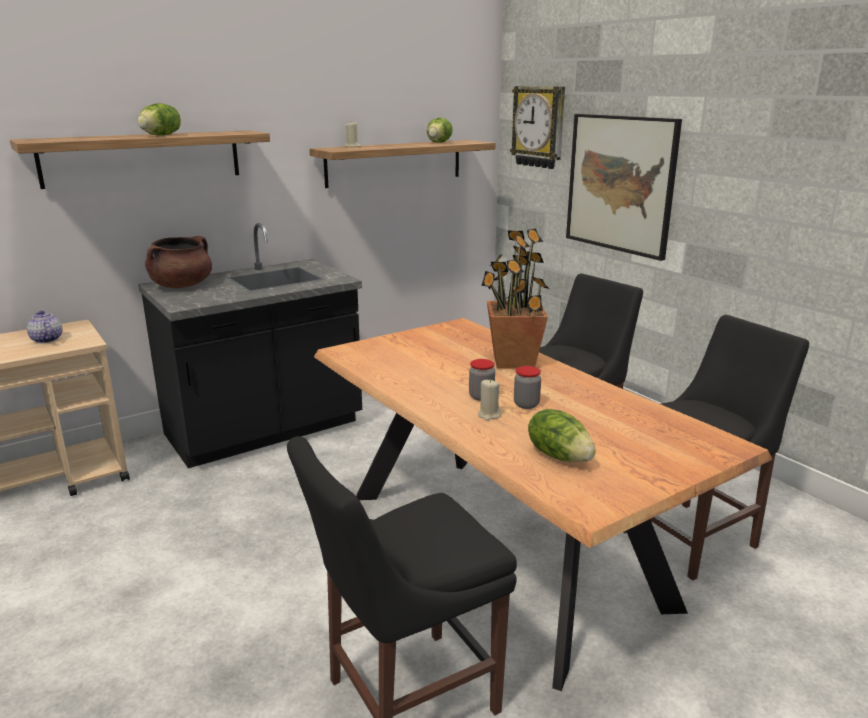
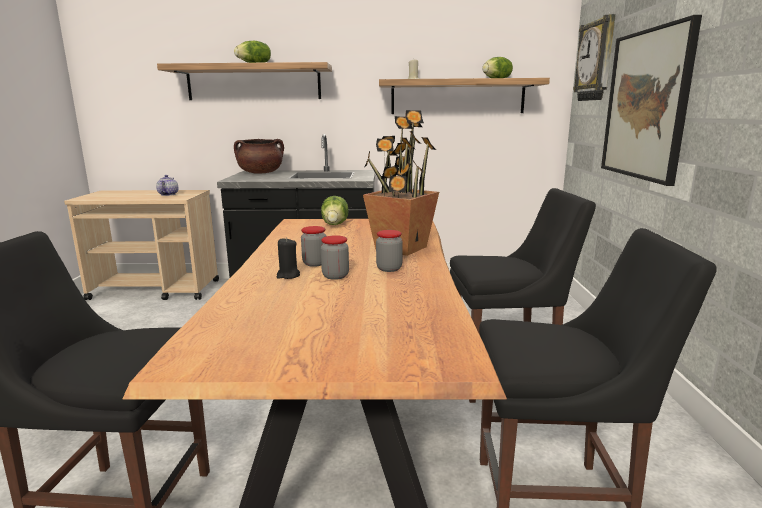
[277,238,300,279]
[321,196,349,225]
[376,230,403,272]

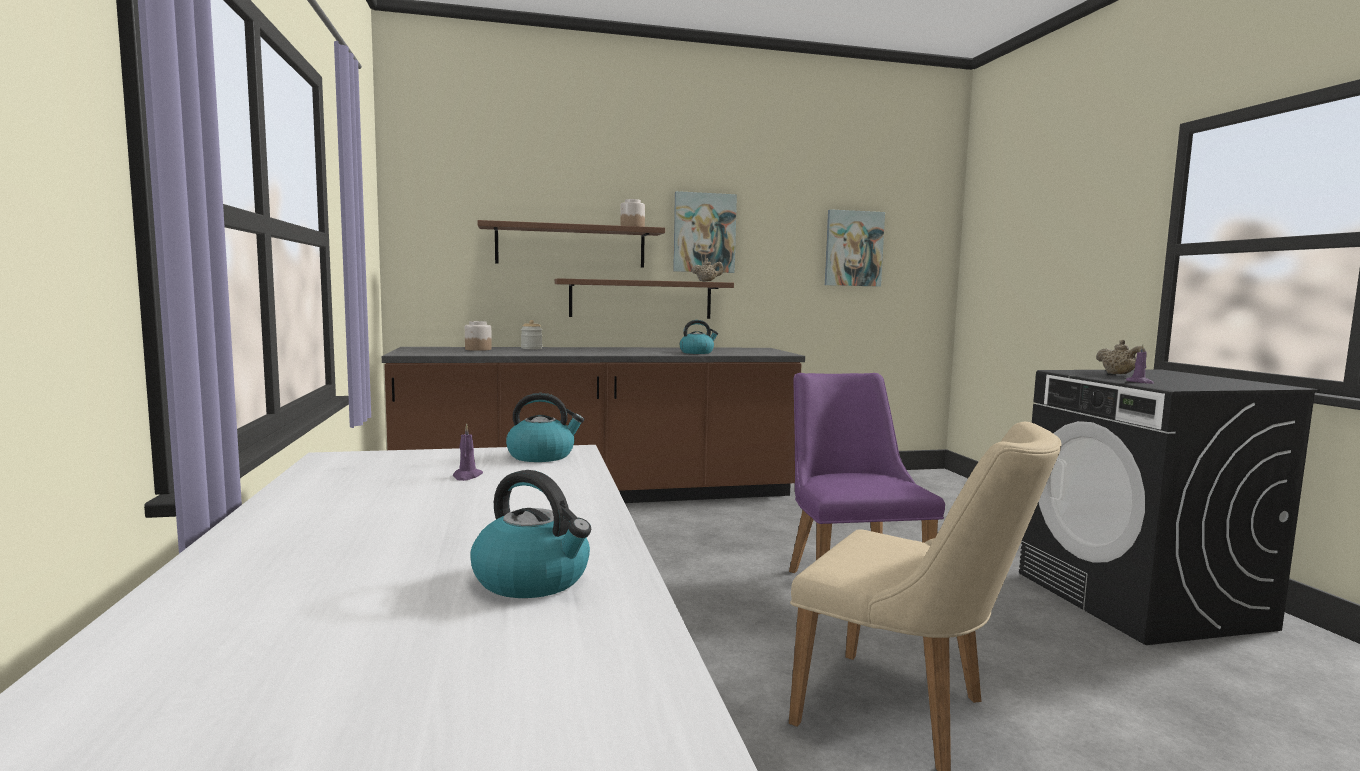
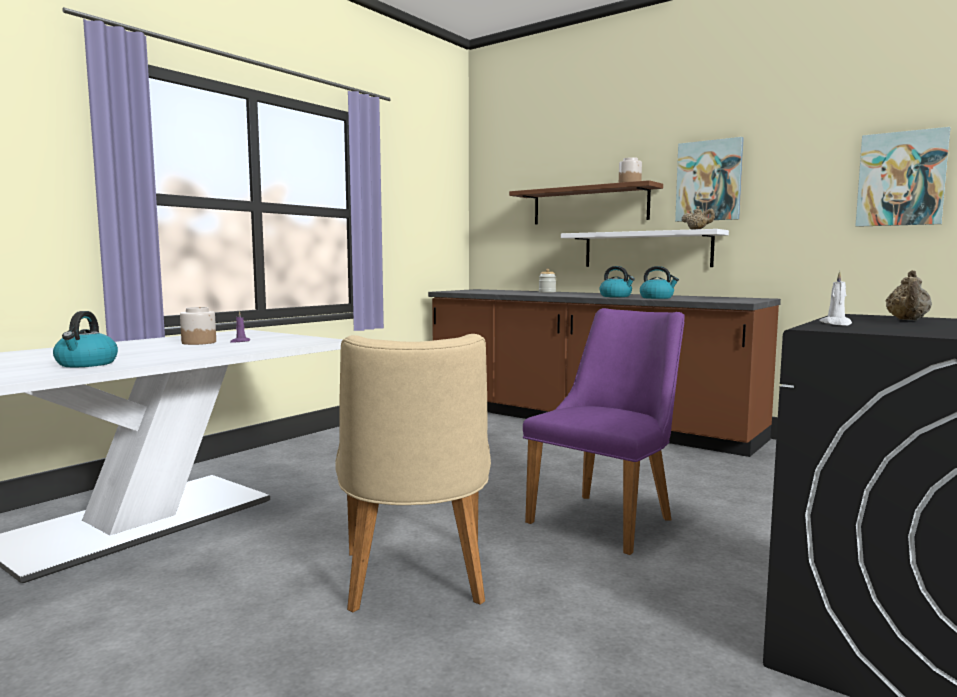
[180,307,216,345]
[561,229,729,267]
[600,266,635,297]
[820,271,852,326]

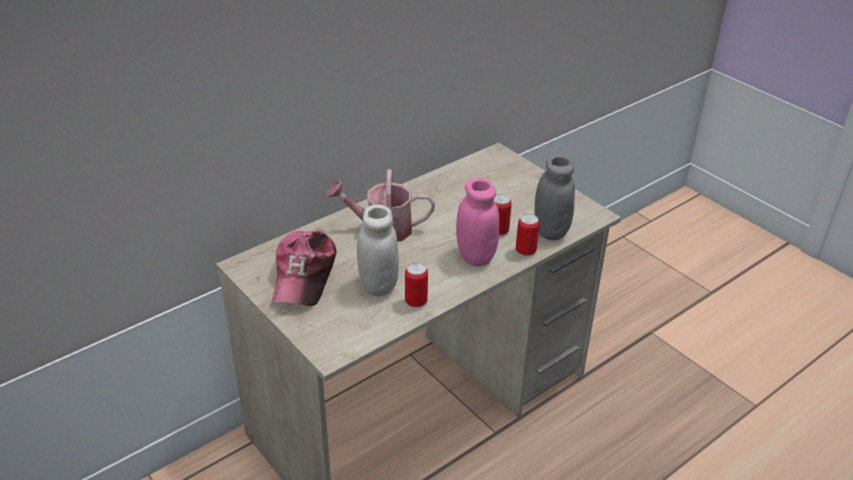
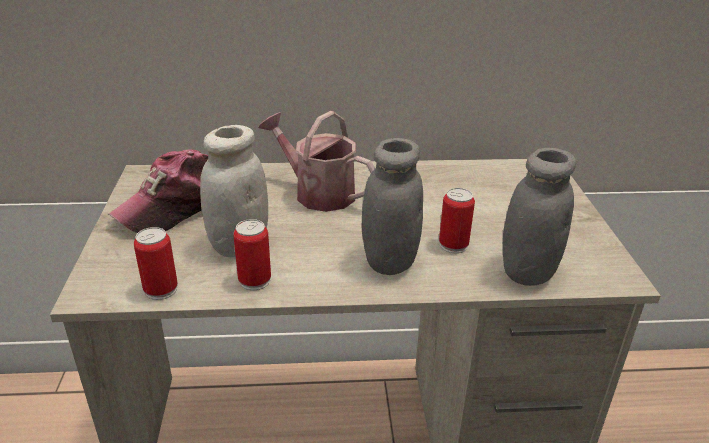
[134,227,178,300]
[362,138,423,275]

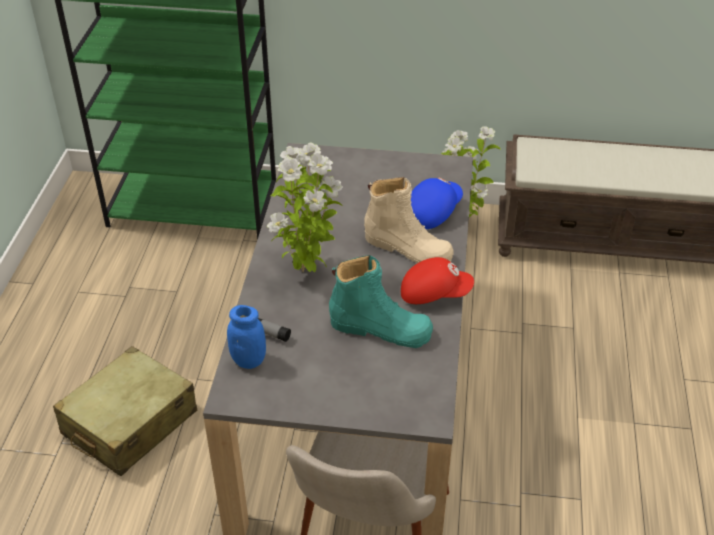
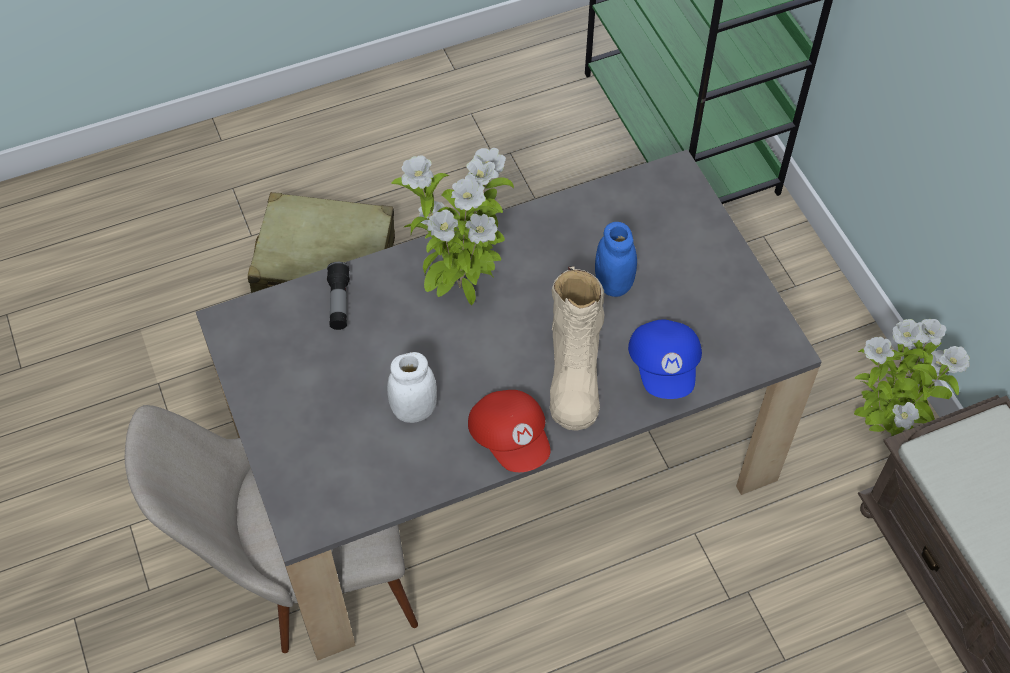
[387,352,437,423]
[595,222,637,297]
[628,320,702,399]

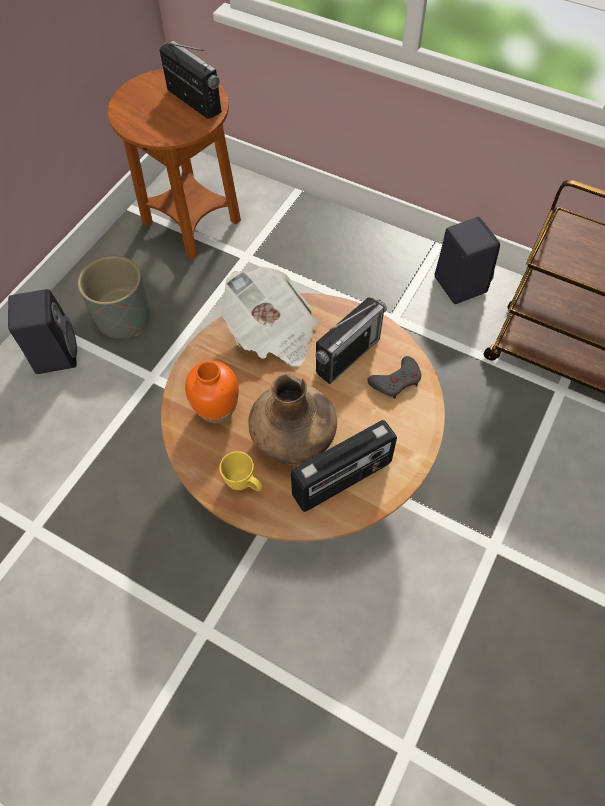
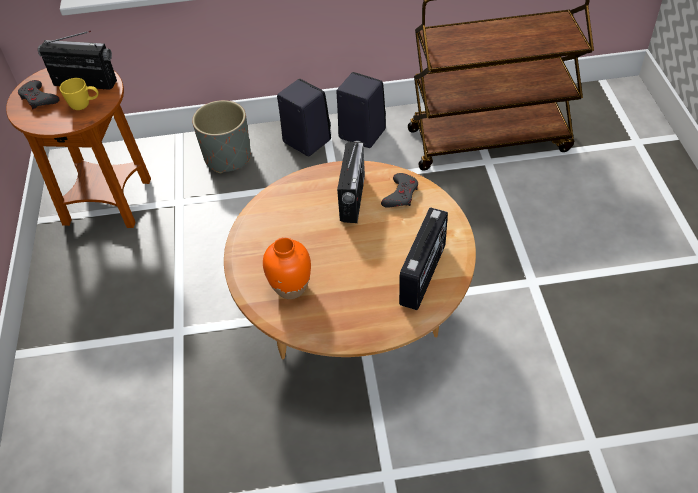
[18,80,60,109]
[60,78,98,110]
[192,100,251,173]
[277,79,331,157]
[220,267,318,367] (first image)
[249,373,337,465] (first image)

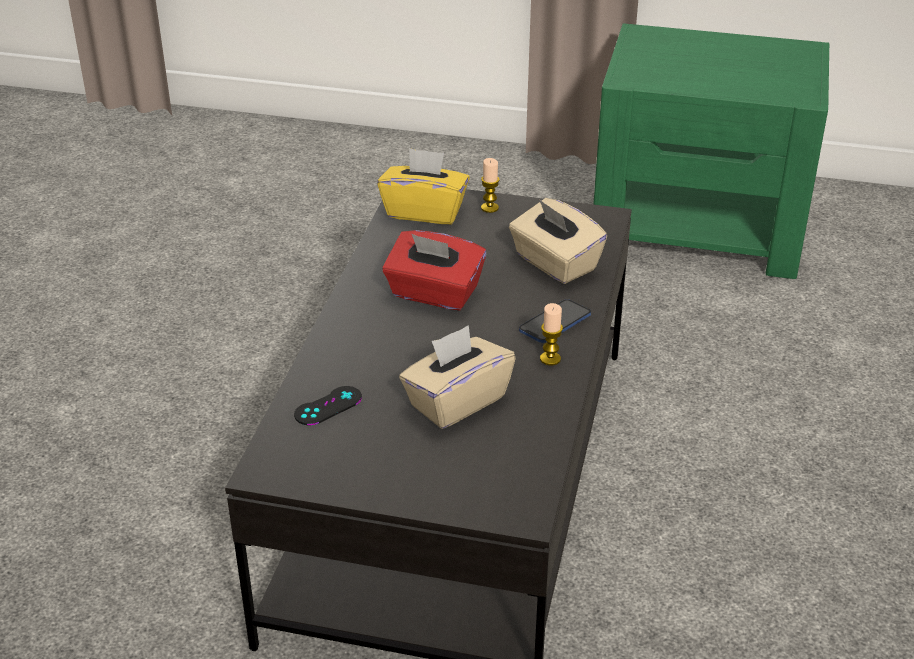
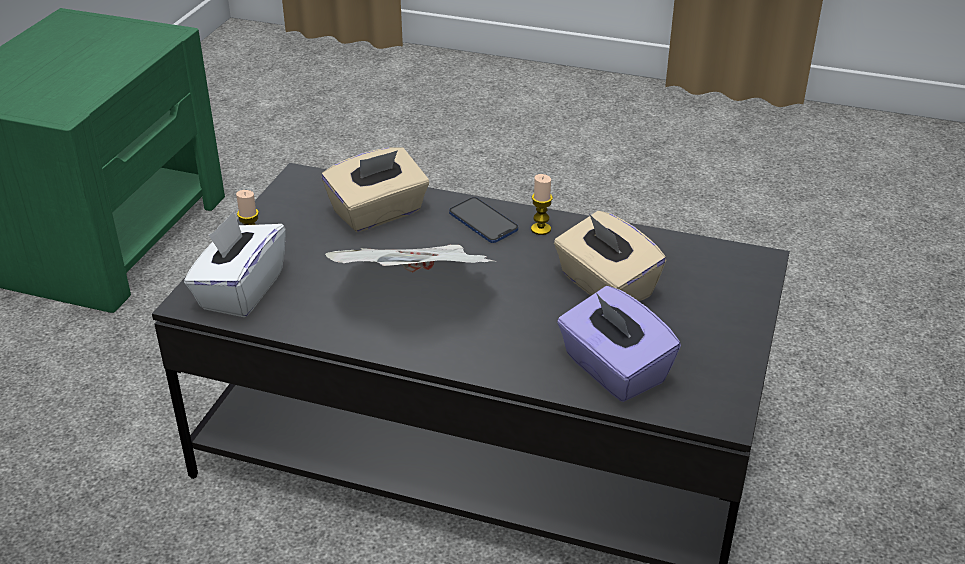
[184,212,286,317]
[325,245,494,272]
[557,286,681,402]

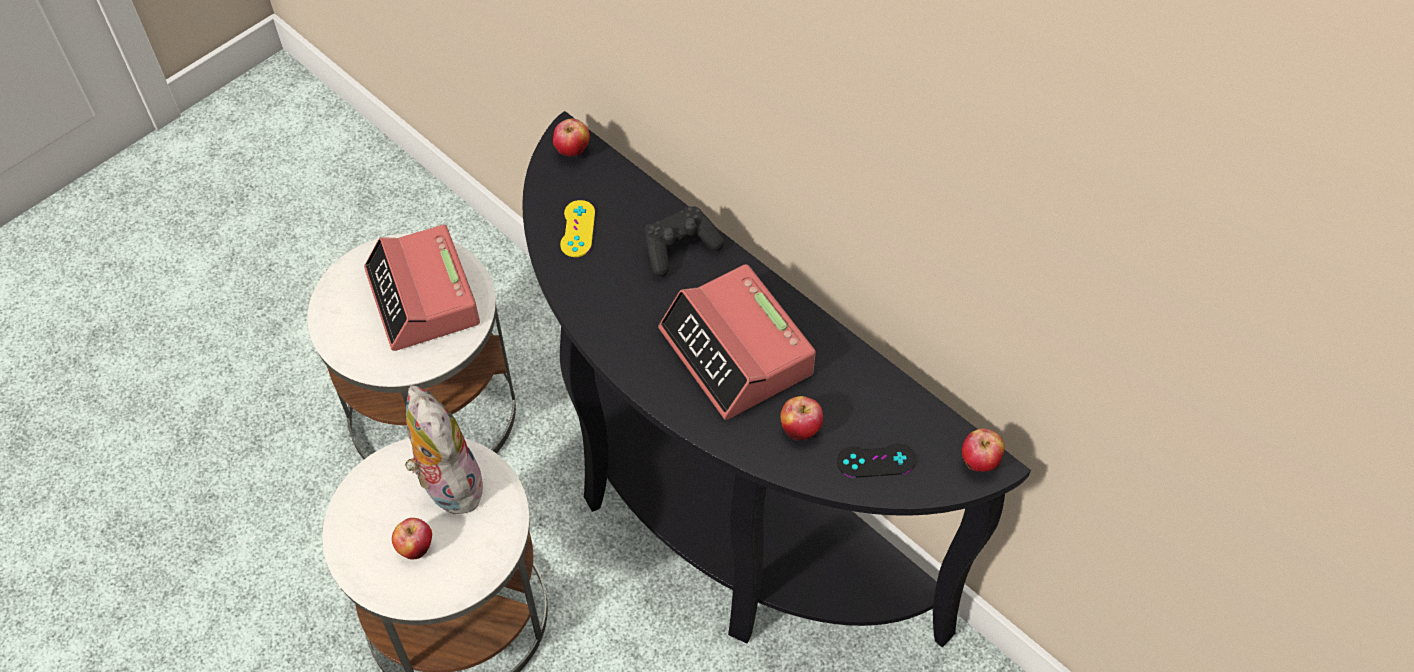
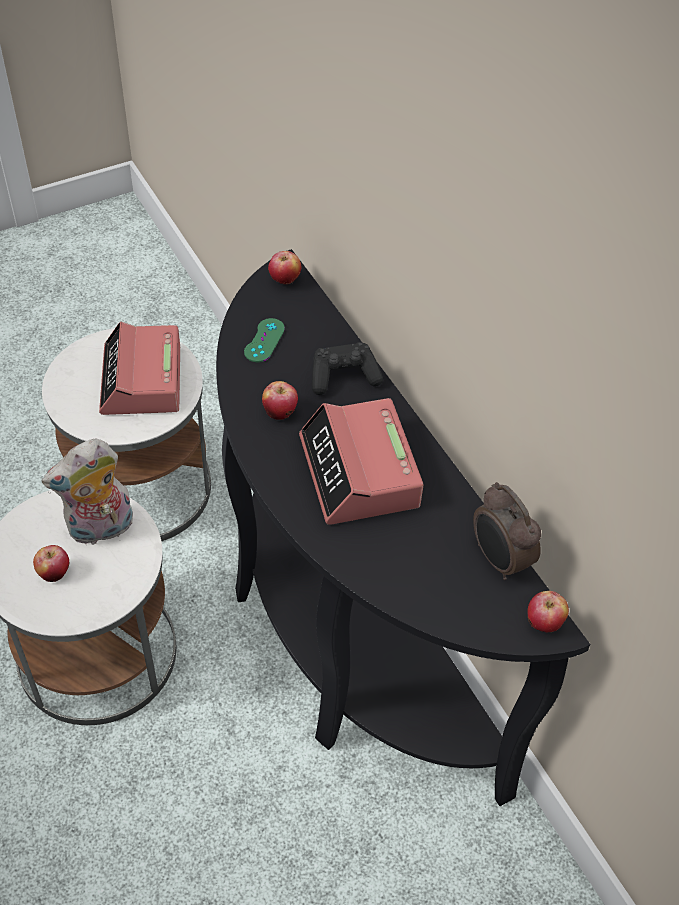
[42,439,133,545]
[244,318,285,362]
[262,381,298,420]
[473,482,541,580]
[837,443,916,478] (first image)

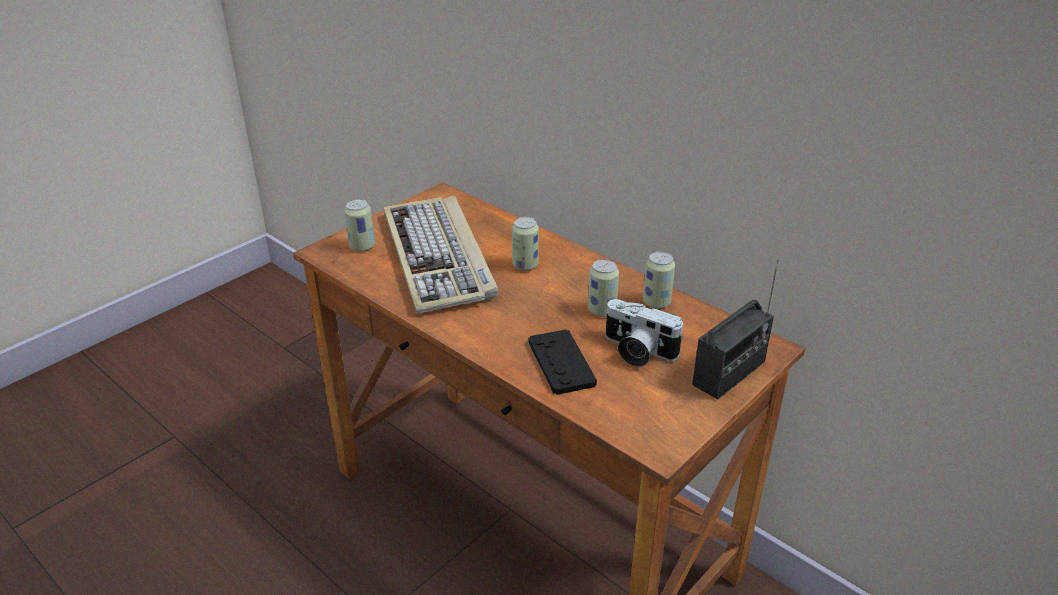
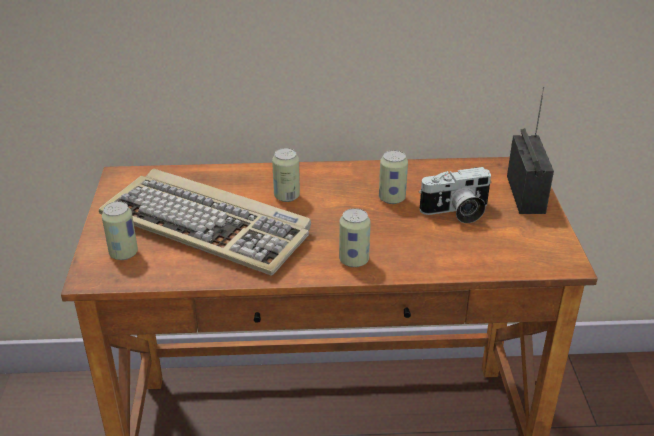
[339,208,371,267]
[529,330,597,395] (first image)

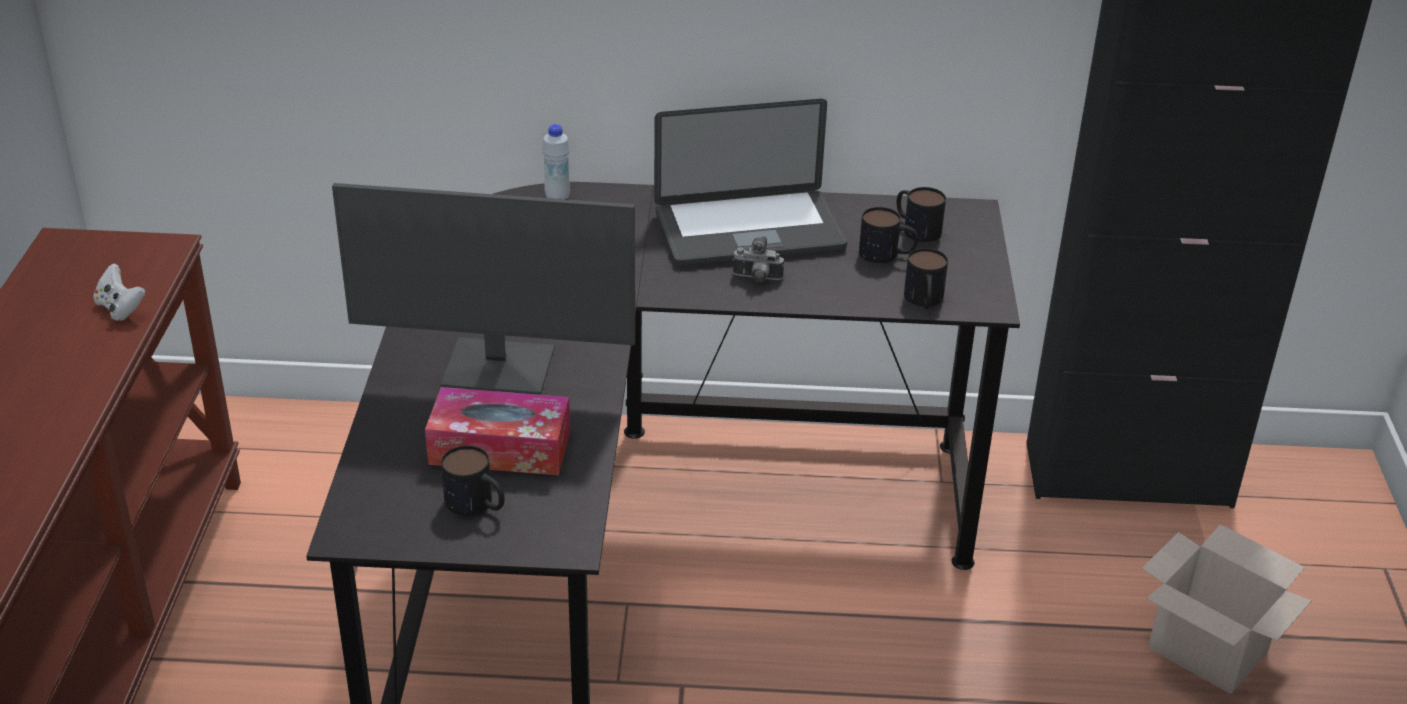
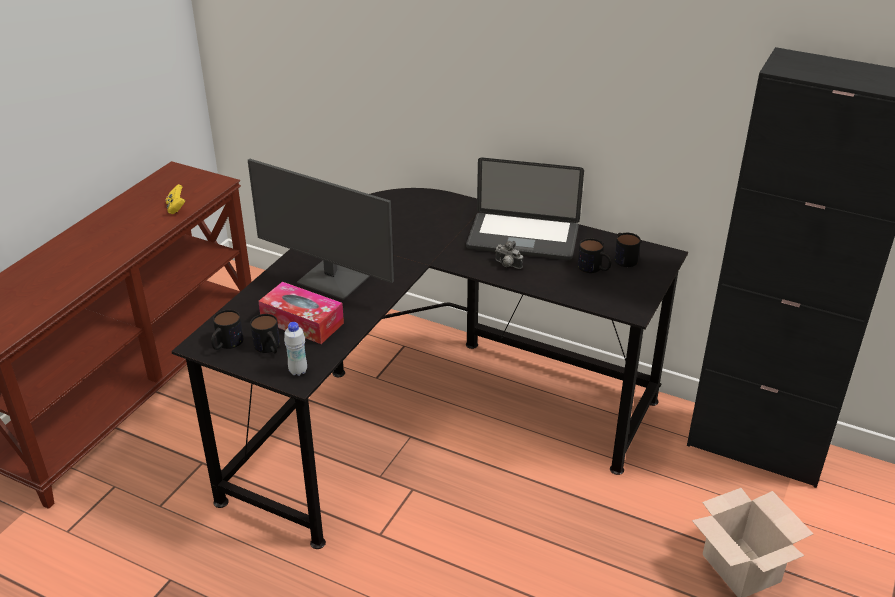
[166,184,185,214]
[211,310,243,350]
[284,322,307,376]

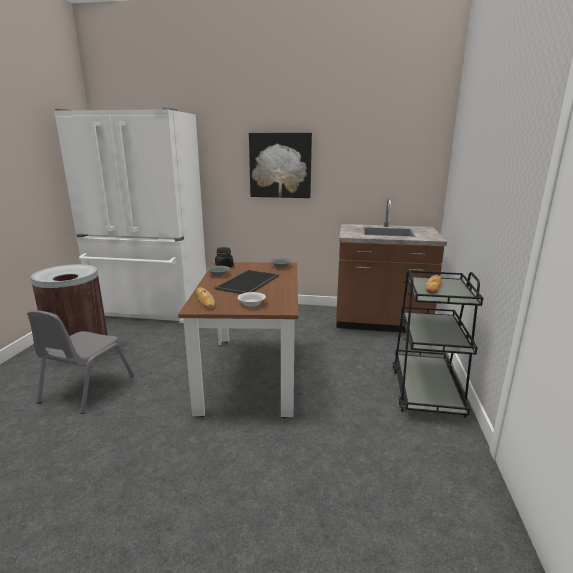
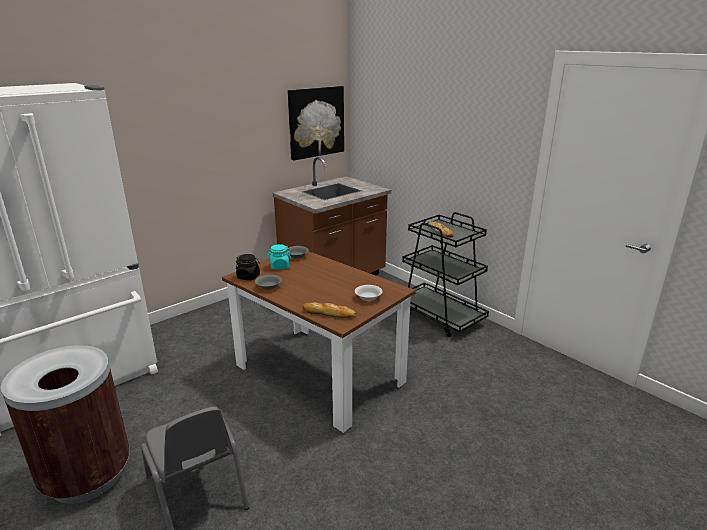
[267,244,291,270]
[288,86,344,160]
[215,270,279,294] (first image)

